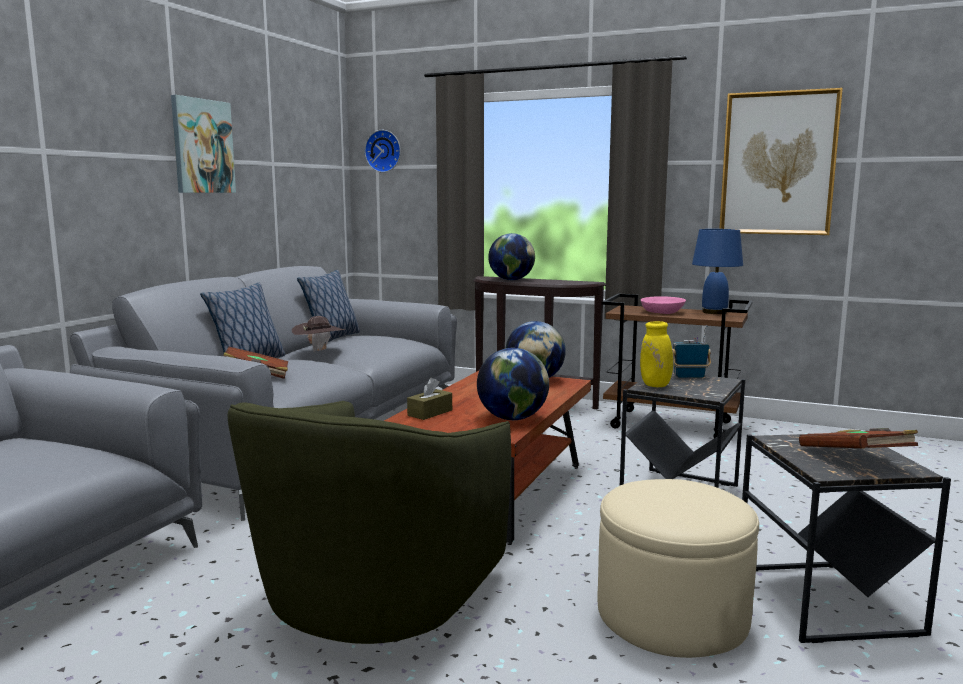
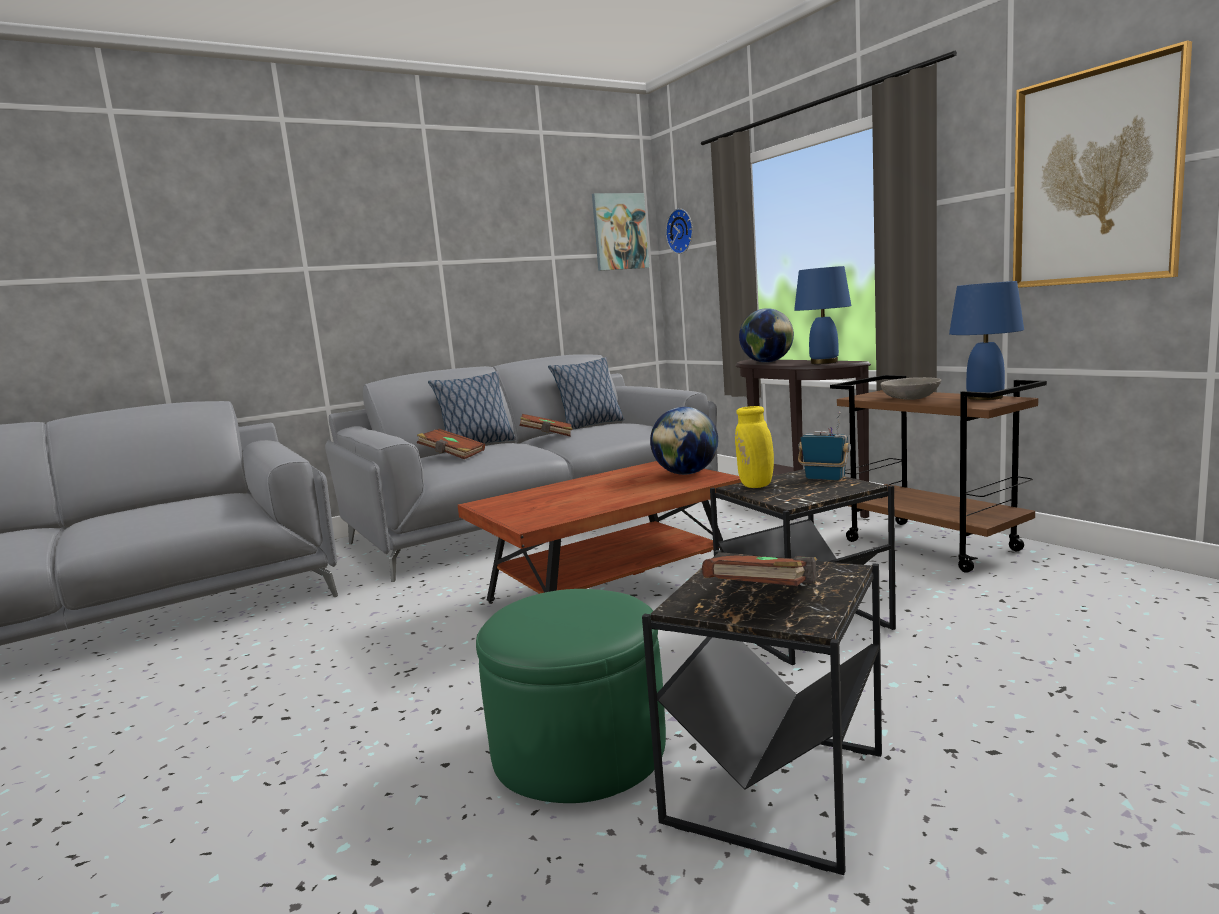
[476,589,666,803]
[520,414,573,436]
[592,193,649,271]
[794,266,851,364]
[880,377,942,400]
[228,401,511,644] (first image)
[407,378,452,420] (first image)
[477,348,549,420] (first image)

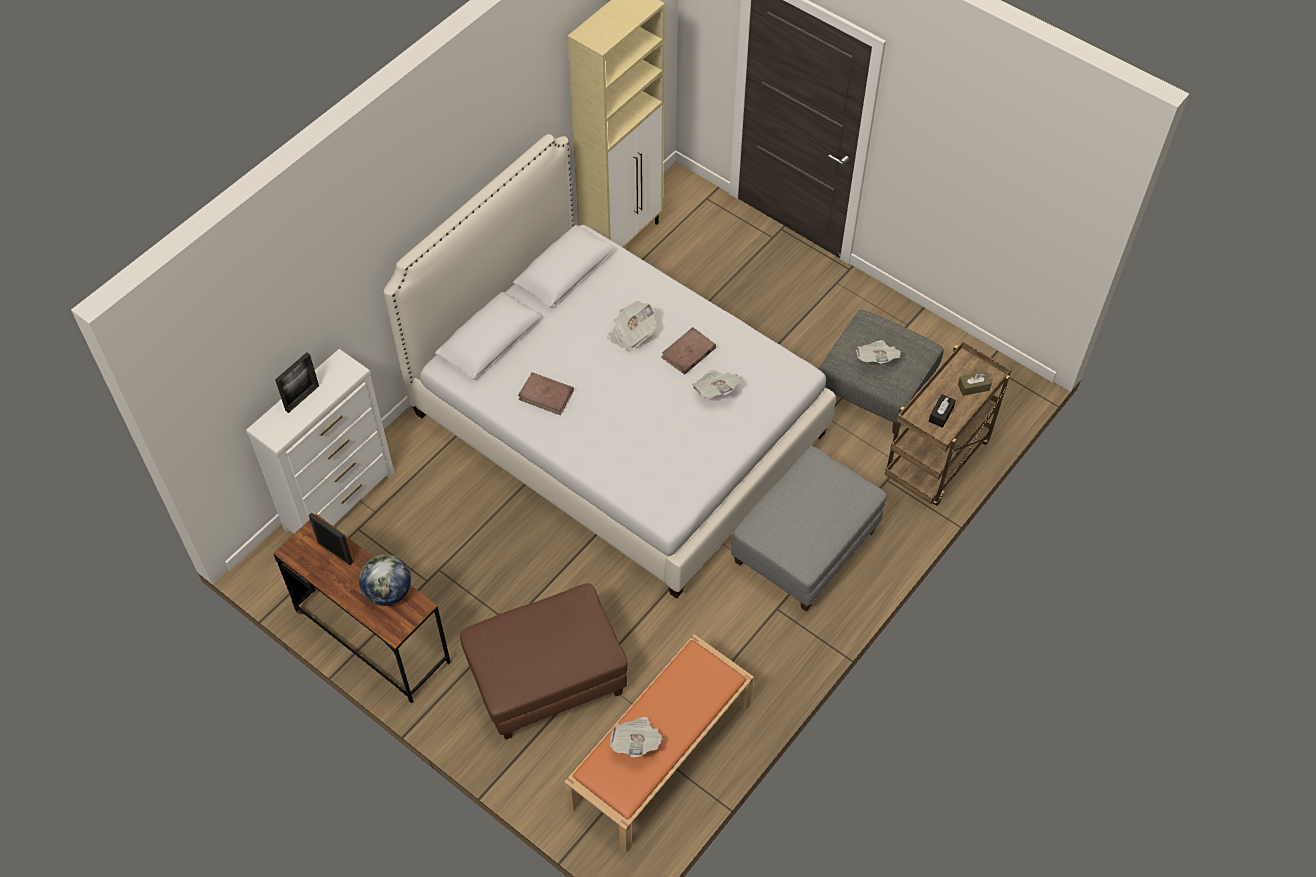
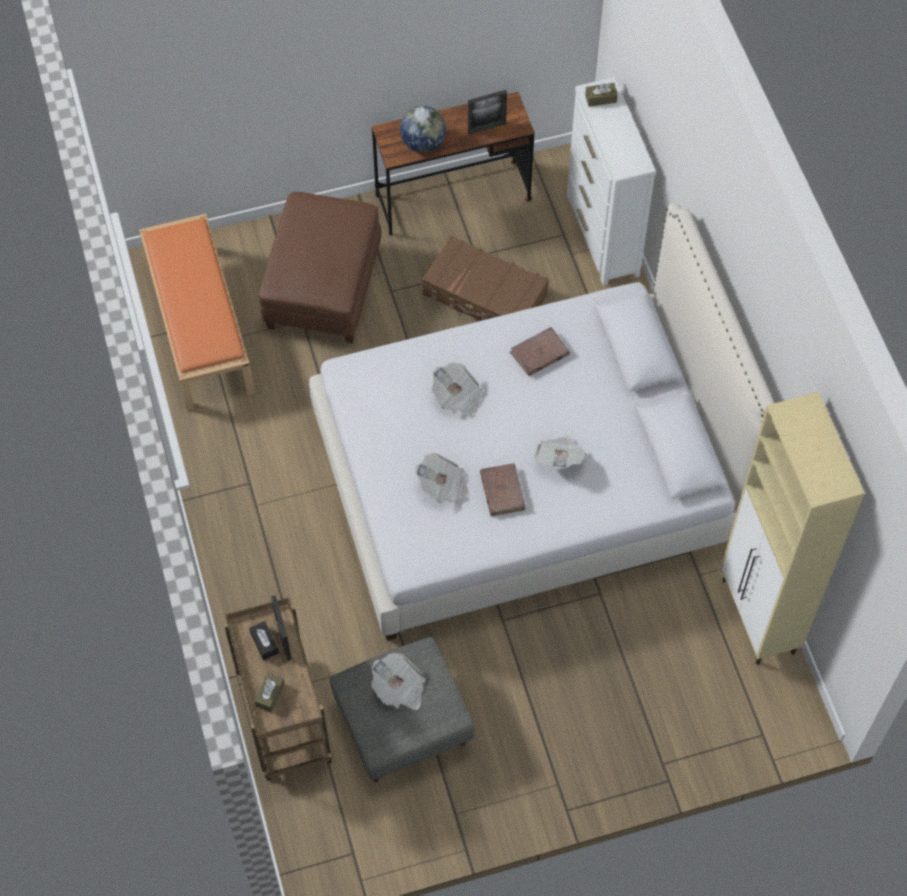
[271,595,291,661]
[422,236,549,321]
[431,362,483,417]
[585,83,618,107]
[731,446,887,612] (first image)

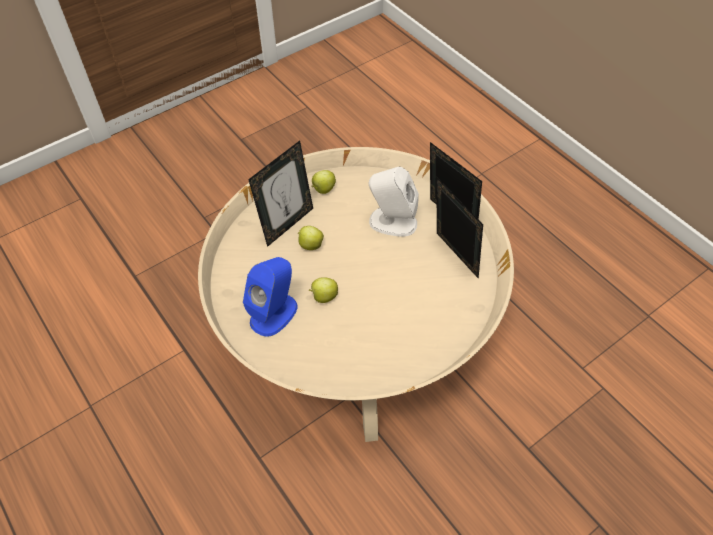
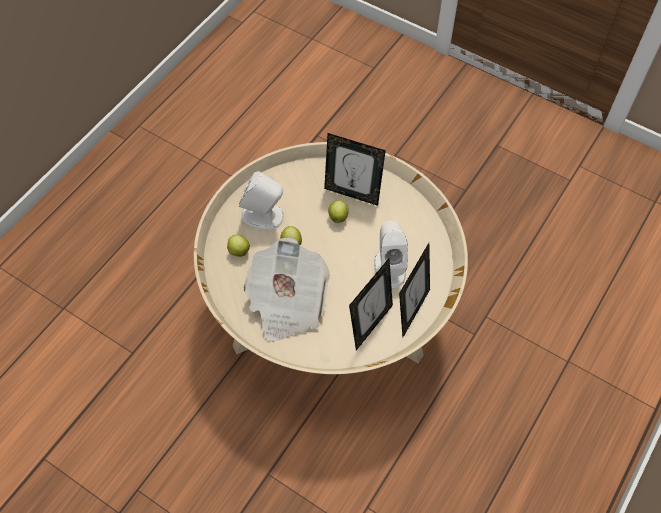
[227,235,250,257]
[239,171,284,230]
[243,238,330,342]

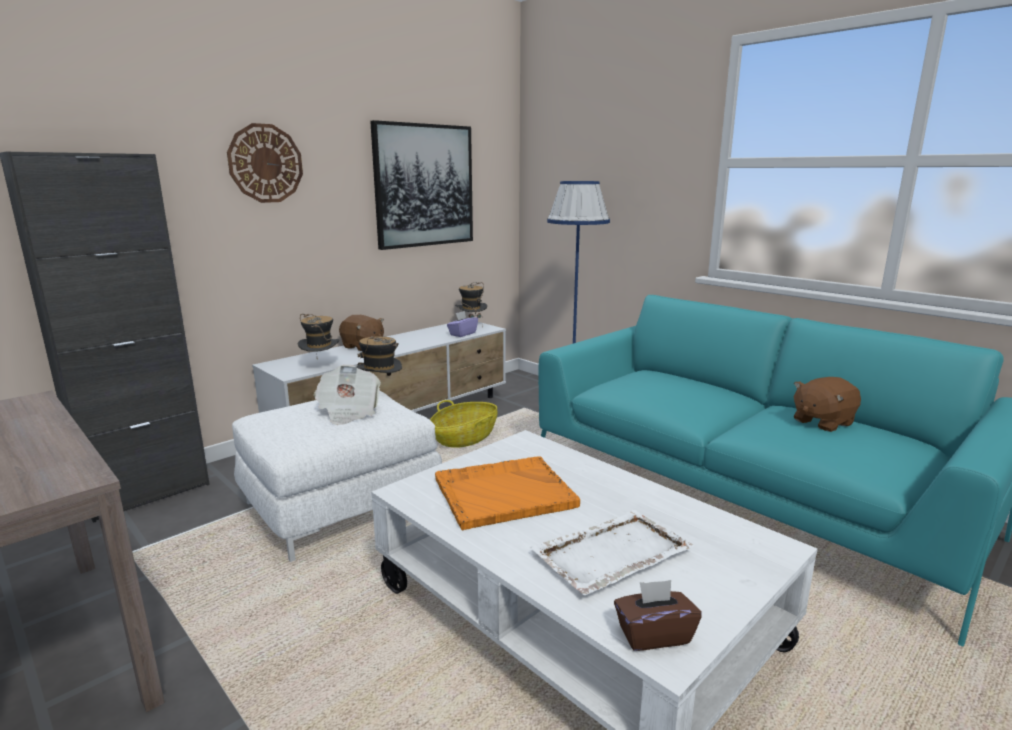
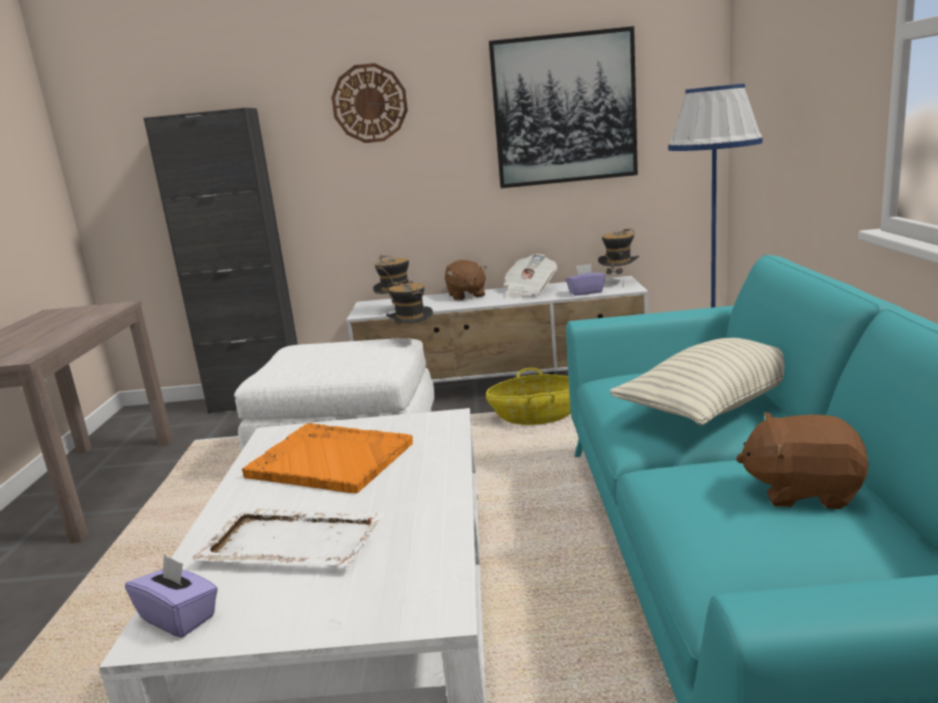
[125,554,218,638]
[503,254,557,299]
[610,338,784,425]

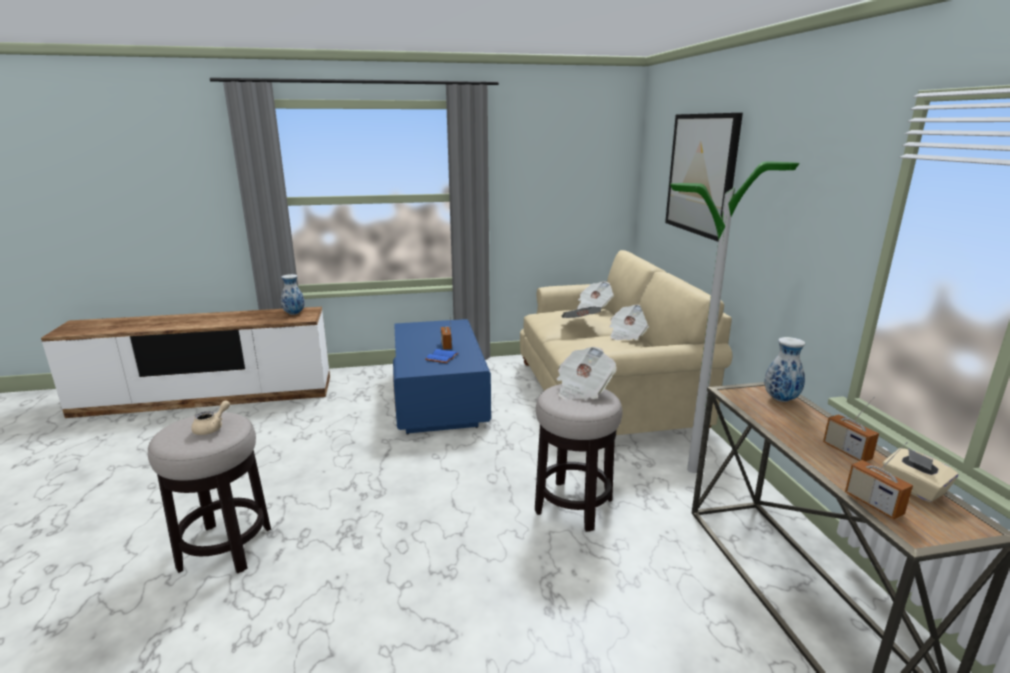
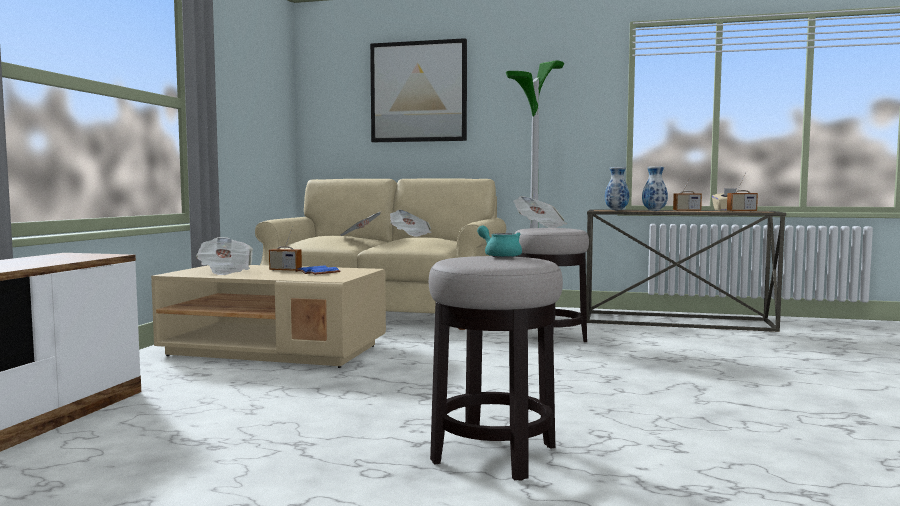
[151,265,386,368]
[196,237,253,275]
[477,225,522,258]
[642,166,668,211]

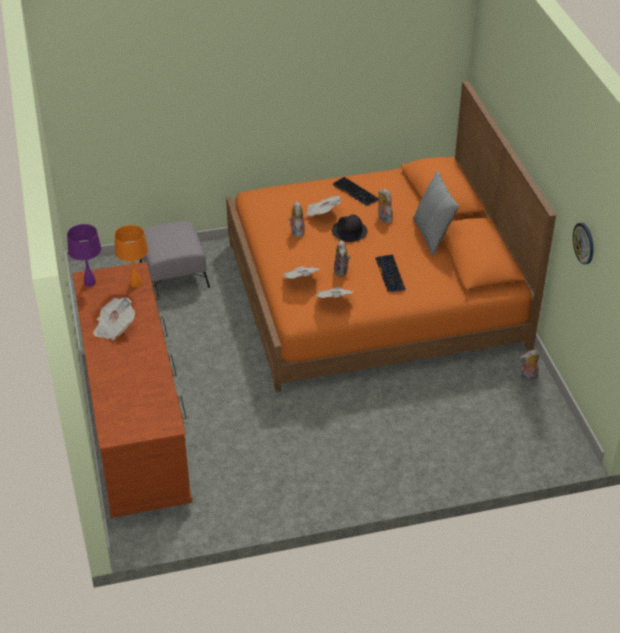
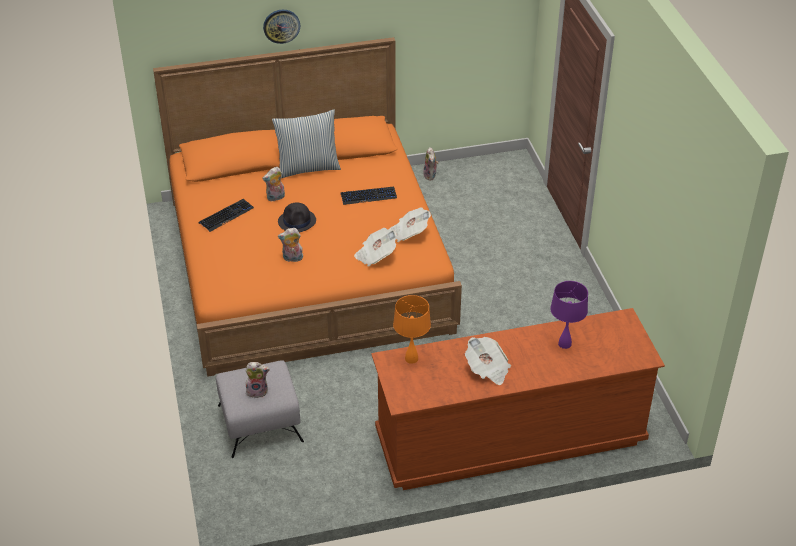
[245,362,270,398]
[263,10,300,44]
[550,281,588,349]
[305,196,341,216] (first image)

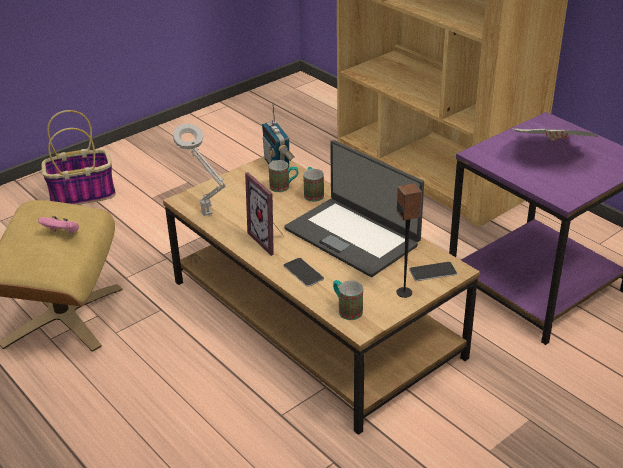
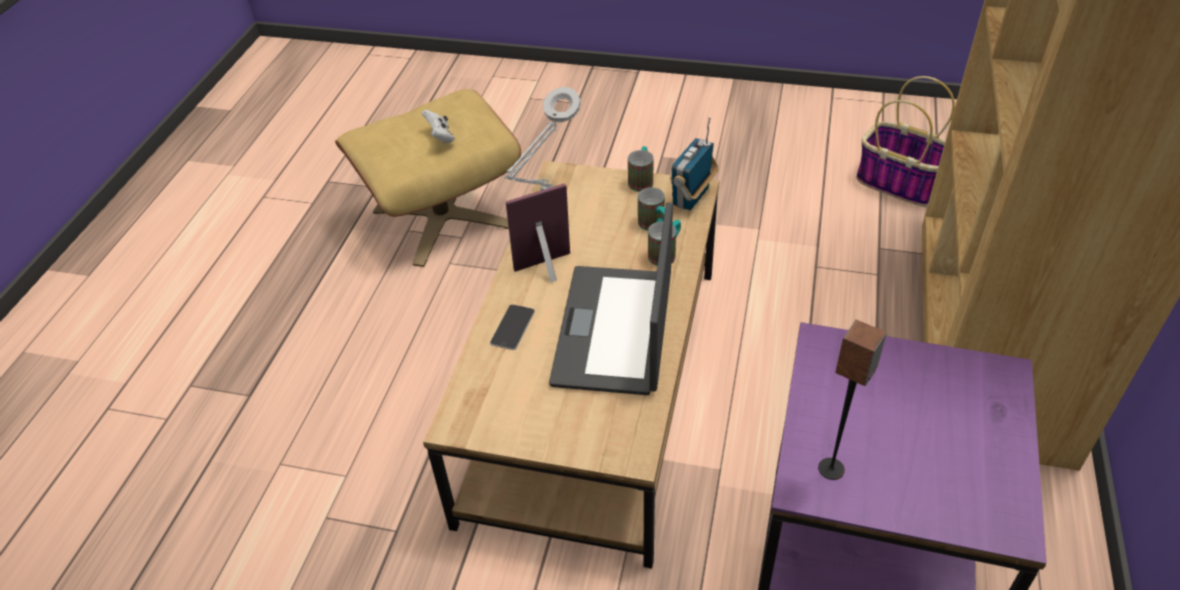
[422,110,455,143]
[506,183,570,282]
[628,146,653,192]
[818,320,887,480]
[856,76,955,207]
[409,262,457,281] (first image)
[513,129,599,141] (first image)

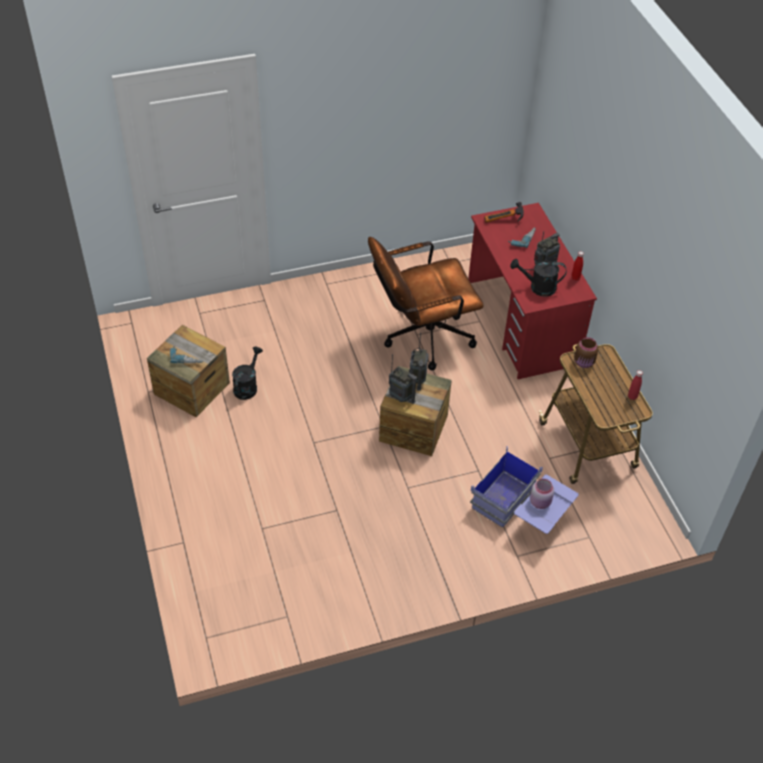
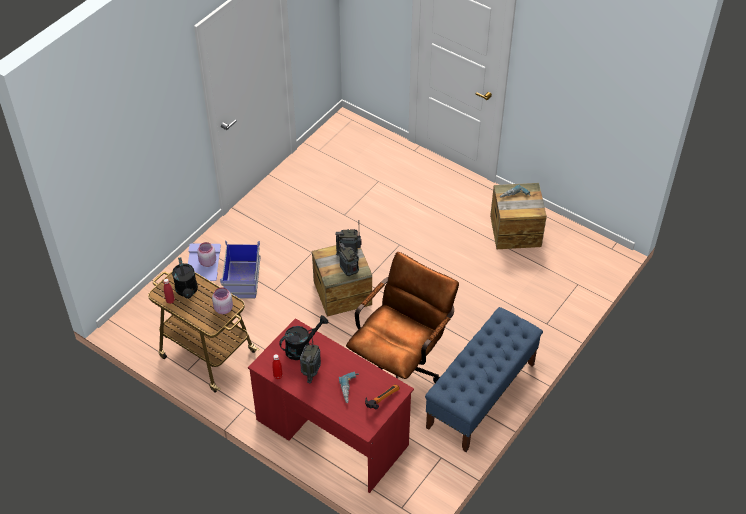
[172,257,198,298]
[212,287,233,314]
[425,307,543,452]

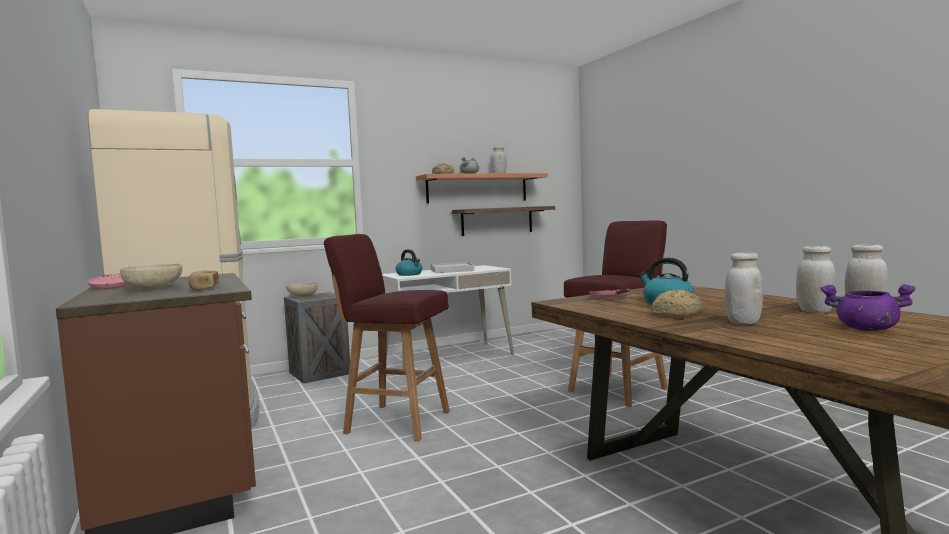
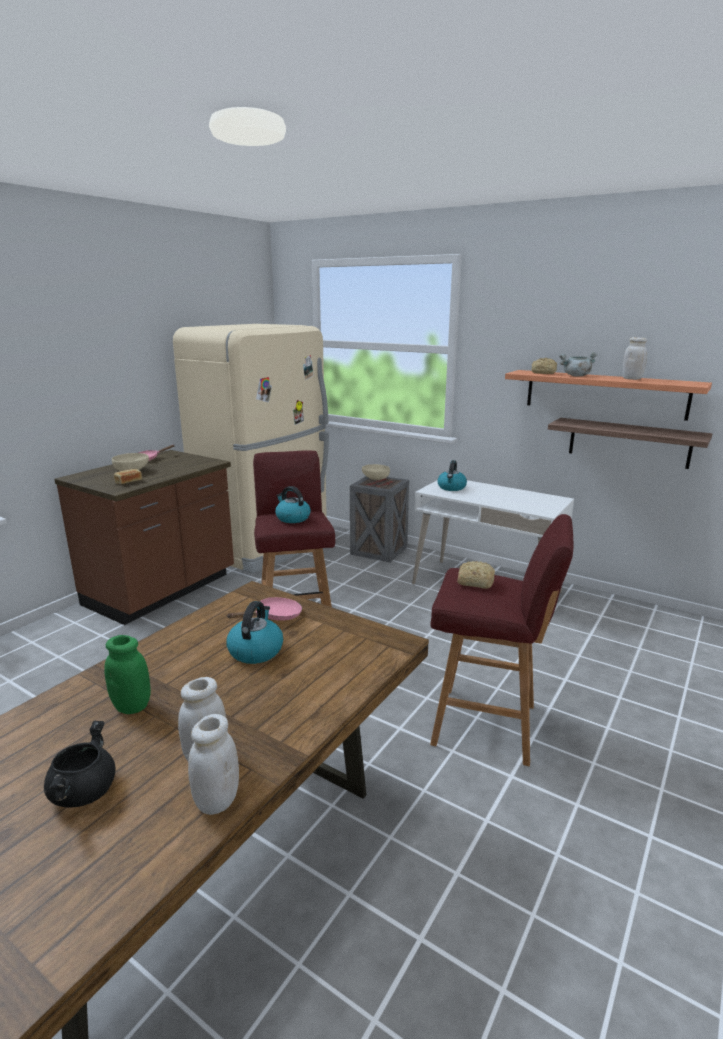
[44,721,116,808]
[104,635,151,714]
[275,486,311,523]
[457,561,495,589]
[430,262,474,273] (first image)

